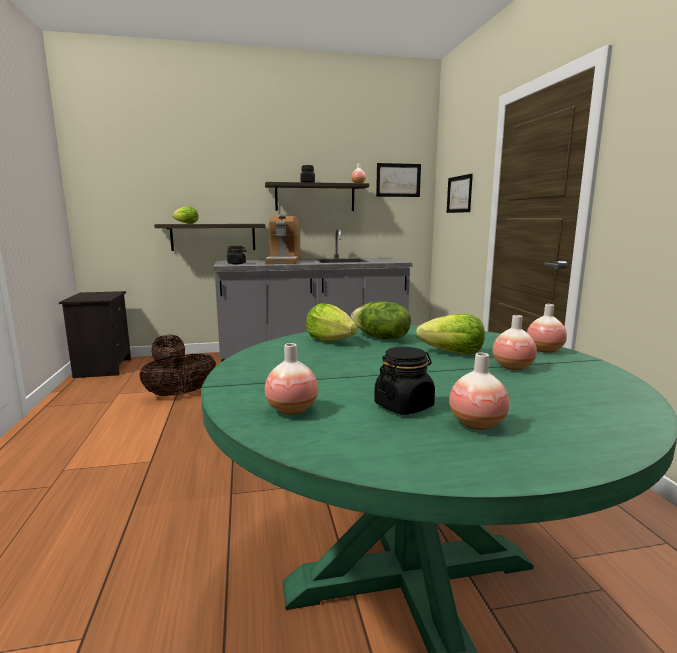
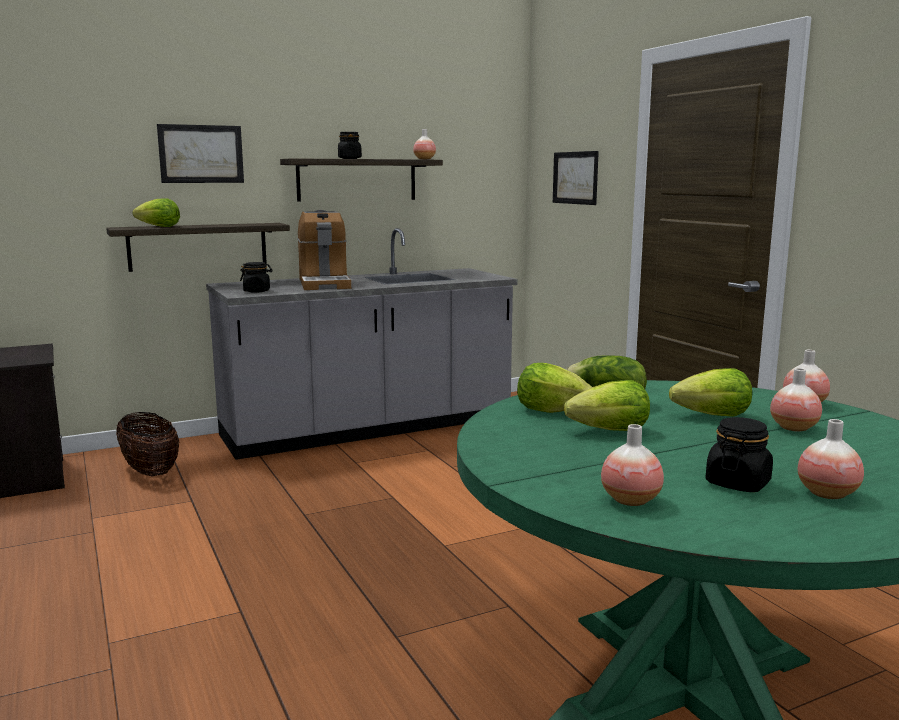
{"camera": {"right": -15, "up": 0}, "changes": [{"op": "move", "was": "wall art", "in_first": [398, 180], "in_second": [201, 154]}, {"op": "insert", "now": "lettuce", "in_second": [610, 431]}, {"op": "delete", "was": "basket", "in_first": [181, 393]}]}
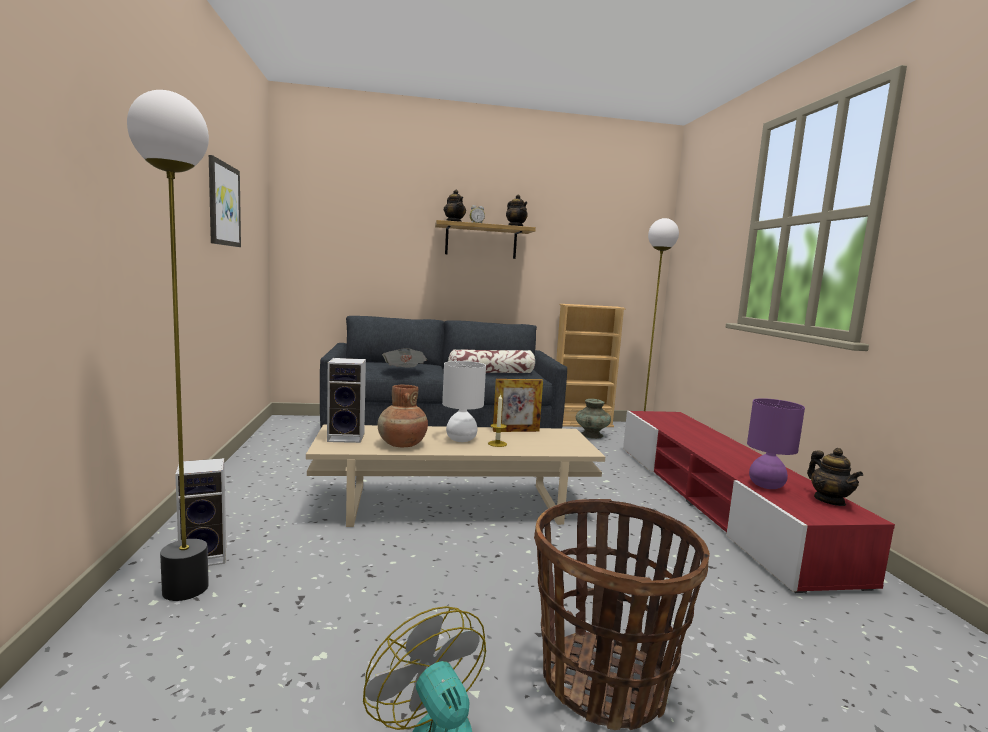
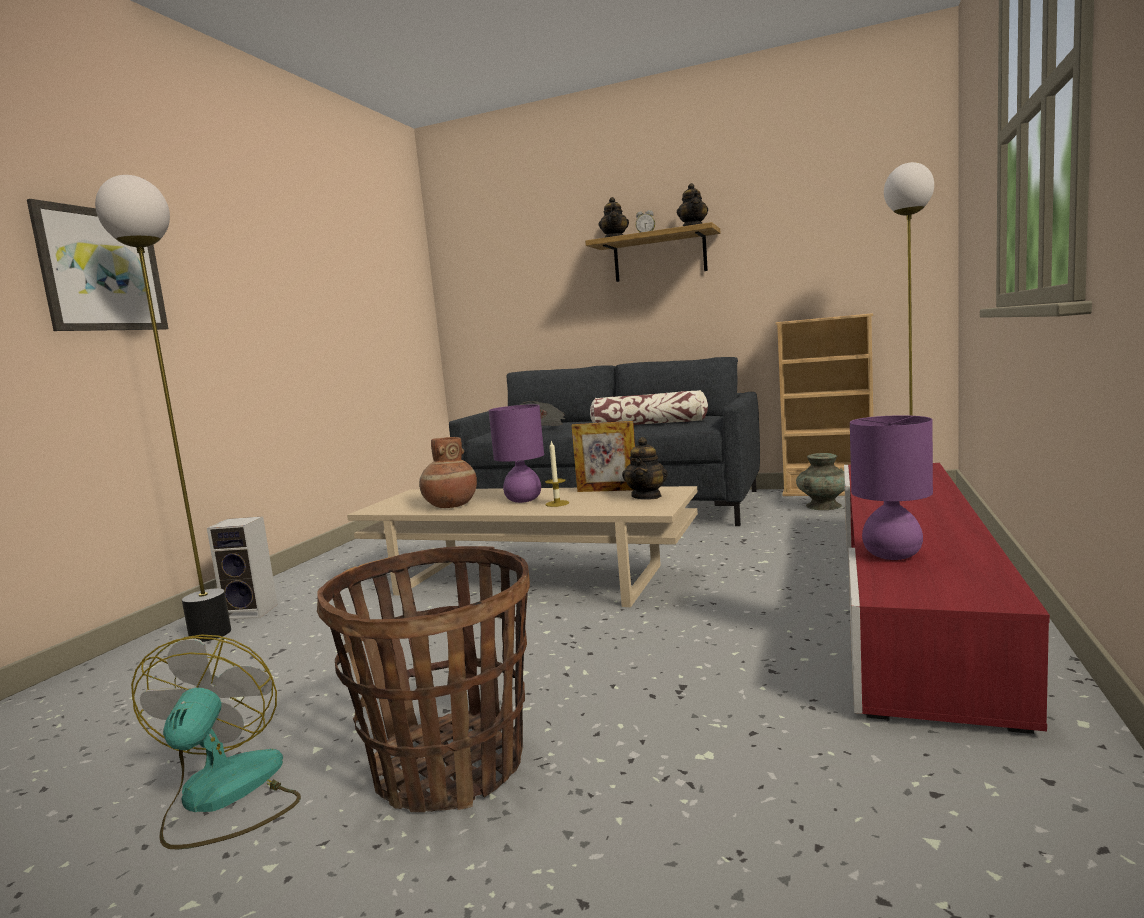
{"camera": {"right": 30, "up": 0}, "changes": [{"op": "move", "was": "wall art", "in_first": [223, 204], "in_second": [101, 270]}, {"op": "recolor", "was": "white table lamp", "now": "purple table lamp", "in_first": [460, 439], "in_second": [523, 500]}, {"op": "move", "was": "tea pot", "in_first": [829, 500], "in_second": [647, 496]}, {"op": "delete", "was": "speaker", "in_first": [348, 437]}]}
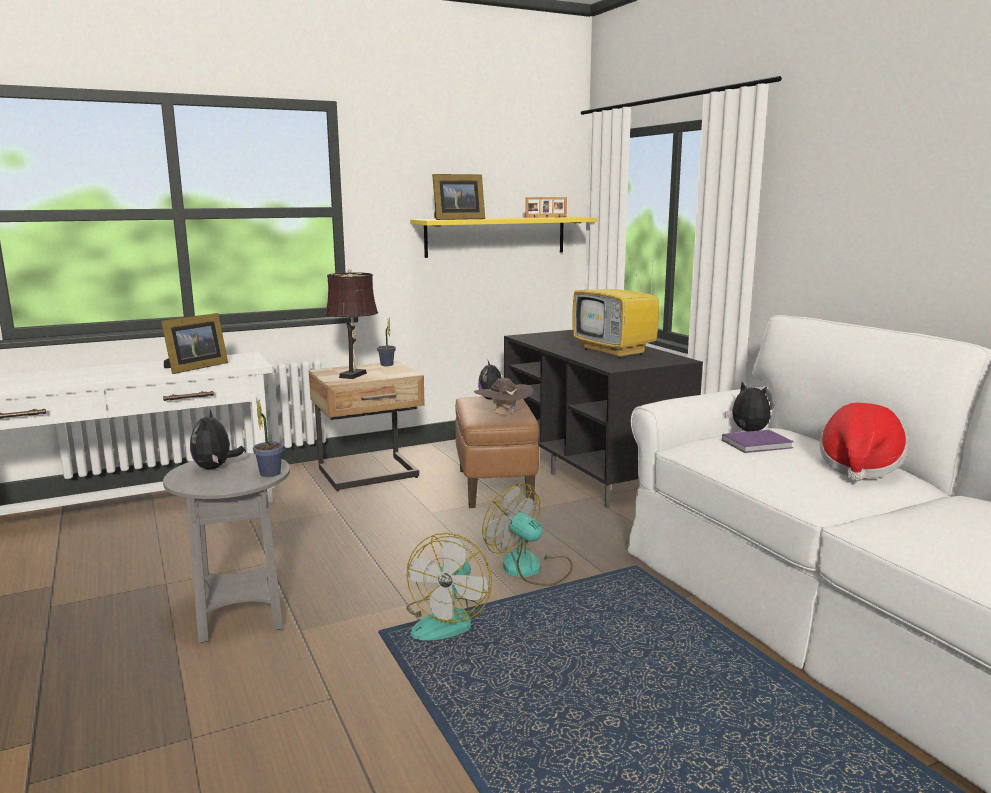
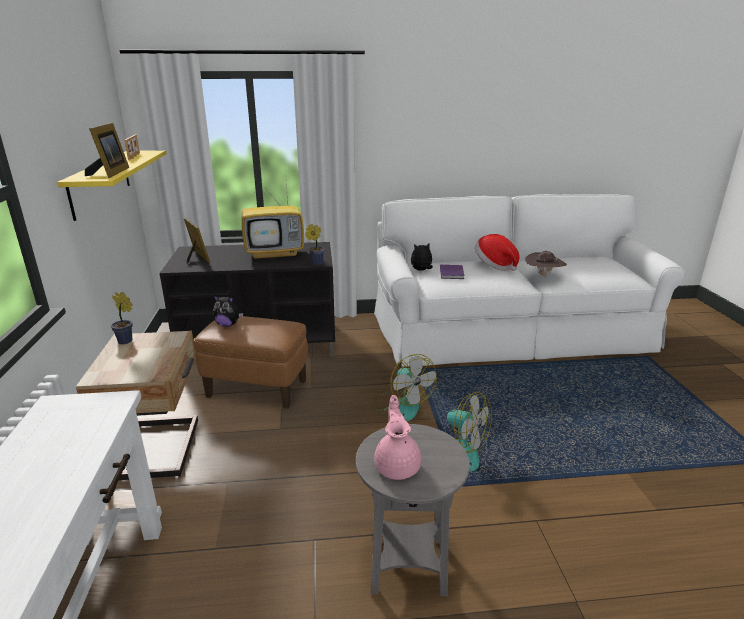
{"camera": {"right": -70, "up": 10}, "changes": [{"op": "move", "was": "standing frame", "in_first": [194, 367], "in_second": [196, 257]}, {"op": "move", "was": "potted plant", "in_first": [270, 473], "in_second": [316, 263]}, {"op": "rotate", "was": "cooling fan", "in_first": [530, 569], "in_second": [401, 405], "clockwise": -90}, {"op": "replace", "was": "cuddly toy", "now": "pink-coloured tea pot", "in_first": [215, 468], "in_second": [397, 465]}, {"op": "move", "was": "brownish wearable hat", "in_first": [503, 414], "in_second": [543, 277]}, {"op": "delete", "was": "brownish table lamp", "in_first": [354, 375]}]}
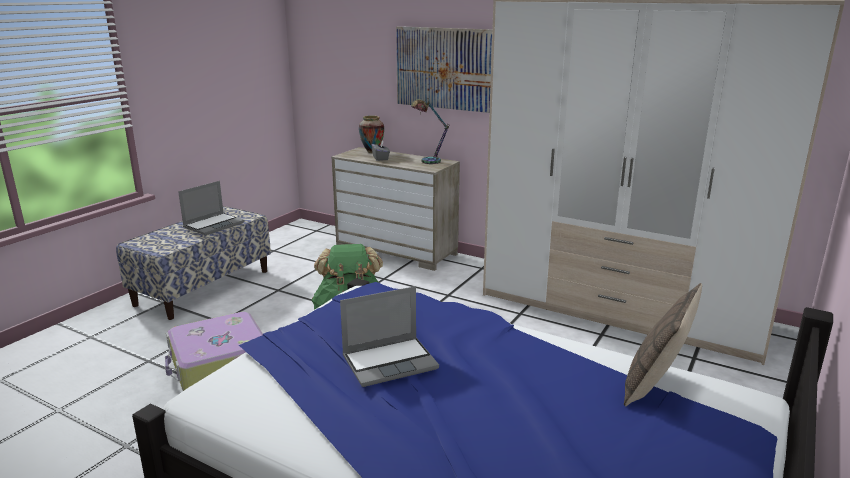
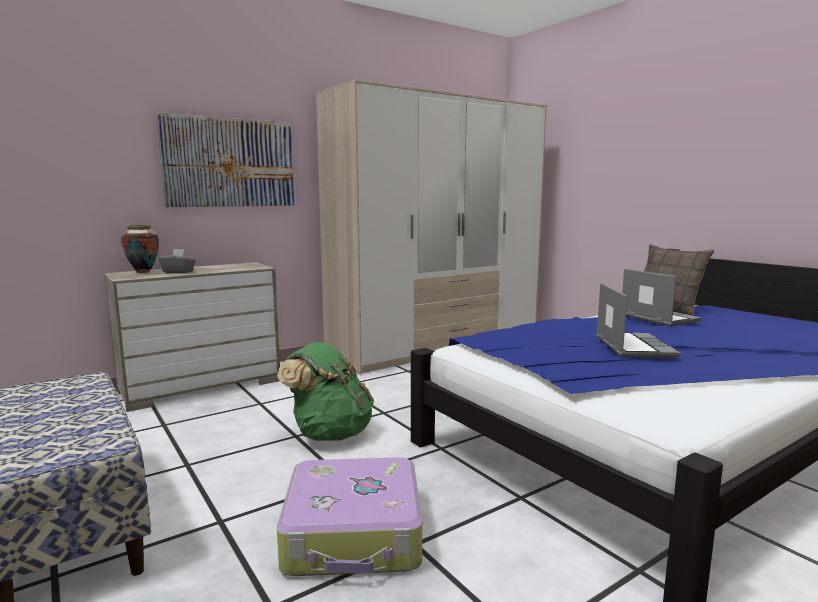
{"camera": {"right": -65, "up": -10}, "changes": [{"op": "move", "was": "notebook computer", "in_first": [214, 225], "in_second": [657, 318]}, {"op": "delete", "was": "table lamp", "in_first": [428, 160]}]}
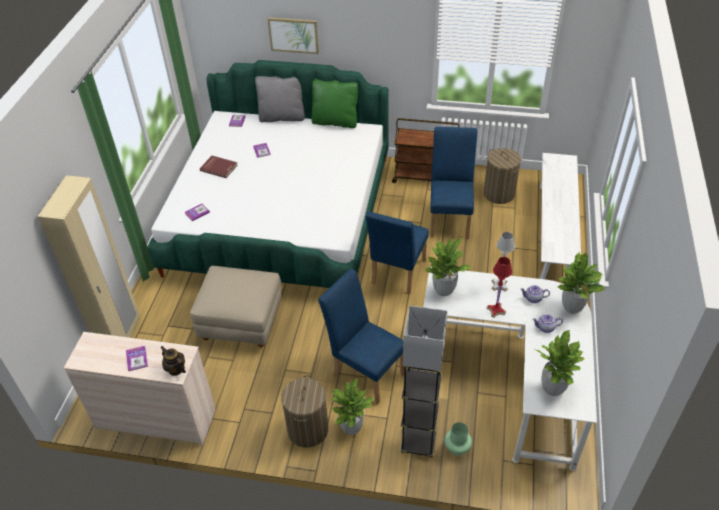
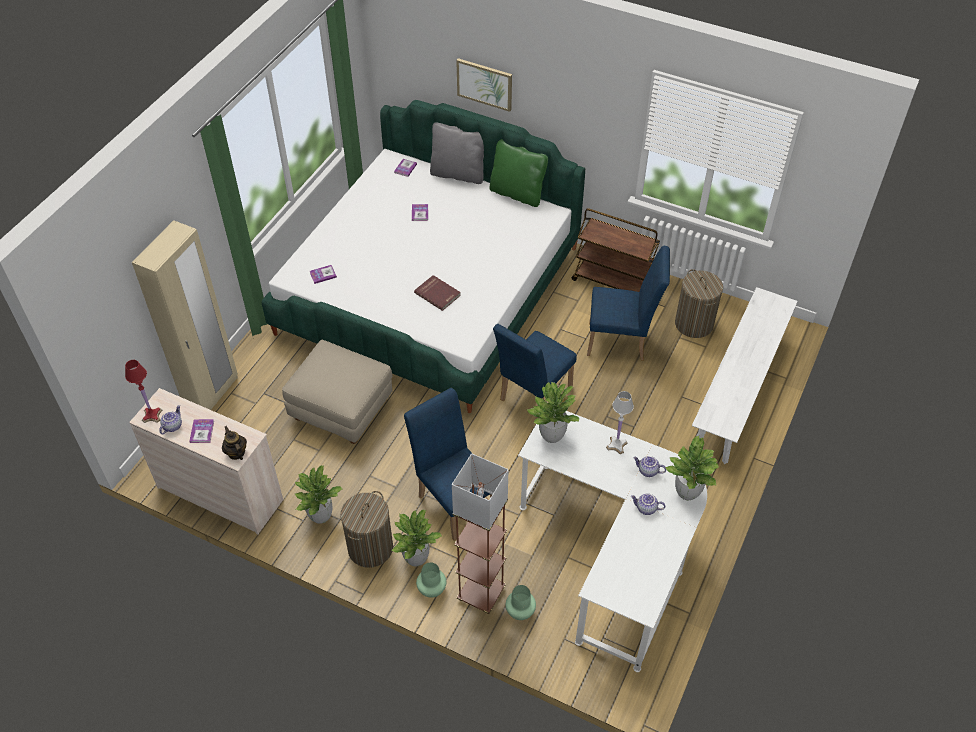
{"camera": {"right": 15, "up": 5}, "changes": [{"op": "move", "was": "red table lamp", "in_first": [496, 310], "in_second": [152, 415]}, {"op": "insert", "now": "tea pot", "in_second": [172, 426]}, {"op": "move", "was": "potted plant", "in_first": [552, 388], "in_second": [321, 516]}, {"op": "move", "was": "red book", "in_first": [219, 167], "in_second": [438, 293]}, {"op": "insert", "now": "greenish decorative vase", "in_second": [431, 589]}, {"op": "recolor", "was": "gray standard lamp", "now": "brownish standard lamp", "in_first": [418, 442], "in_second": [481, 594]}, {"op": "rotate", "was": "bluish plain chair", "in_first": [450, 218], "in_second": [622, 342], "clockwise": 75}]}
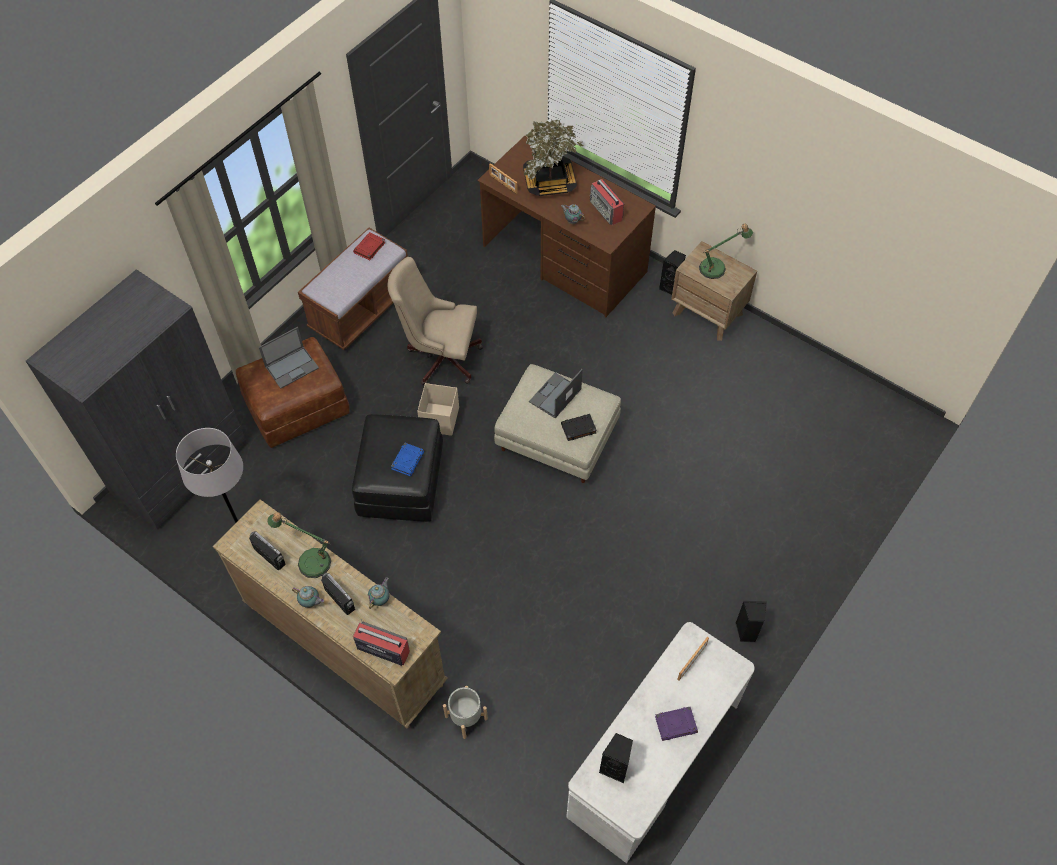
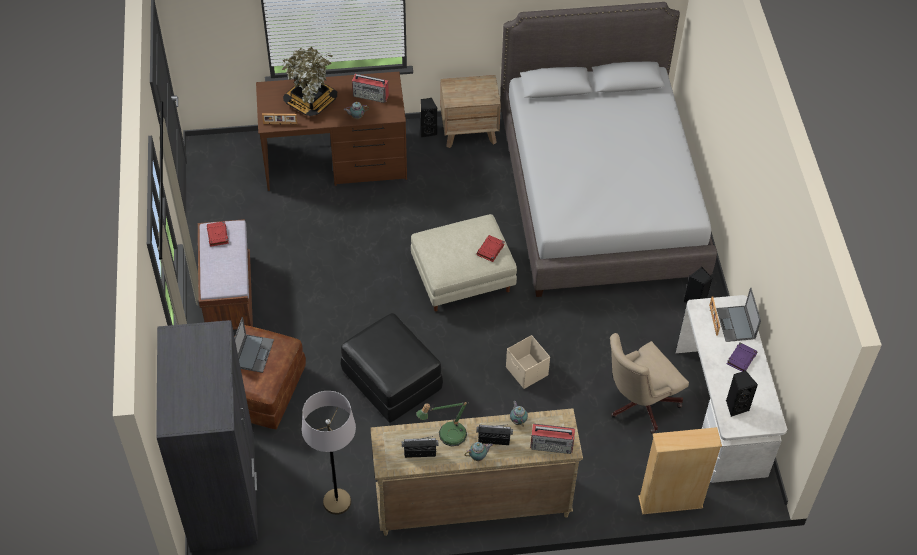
{"camera": {"right": -45, "up": -5}, "changes": [{"op": "recolor", "was": "blackish book", "now": "red book", "in_first": [578, 429], "in_second": [490, 250]}, {"op": "insert", "now": "gray bed", "in_second": [600, 196]}, {"op": "move", "was": "beige storage box", "in_first": [439, 420], "in_second": [527, 372]}, {"op": "rotate", "was": "radio set", "in_first": [382, 649], "in_second": [552, 445], "clockwise": -150}, {"op": "move", "was": "beige computer chair", "in_first": [440, 357], "in_second": [638, 404]}, {"op": "insert", "now": "beige shelving unit", "in_second": [670, 502]}, {"op": "move", "was": "notebook computer", "in_first": [555, 396], "in_second": [736, 324]}, {"op": "delete", "was": "bluish book", "in_first": [408, 460]}, {"op": "delete", "was": "gray planter", "in_first": [466, 717]}, {"op": "delete", "was": "table lamp", "in_first": [717, 268]}]}
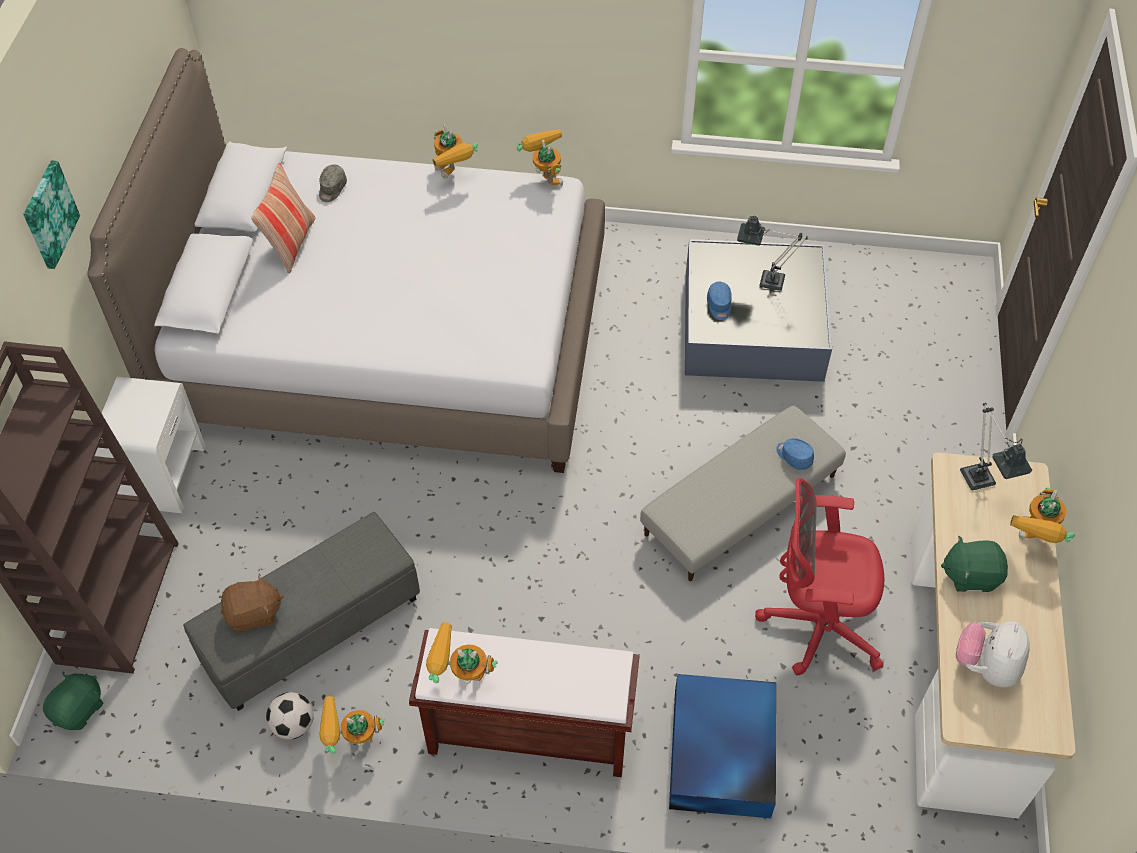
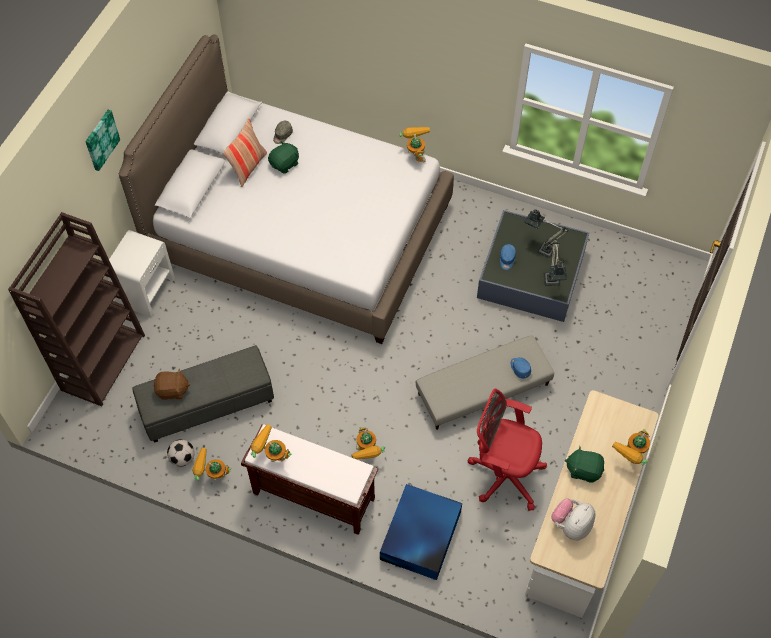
{"camera": {"right": 15, "up": 5}, "changes": [{"op": "move", "was": "greenish cuddly toy", "in_first": [79, 709], "in_second": [285, 164]}, {"op": "move", "was": "robot figure", "in_first": [453, 174], "in_second": [367, 455]}, {"op": "move", "was": "table lamp", "in_first": [981, 484], "in_second": [551, 283]}]}
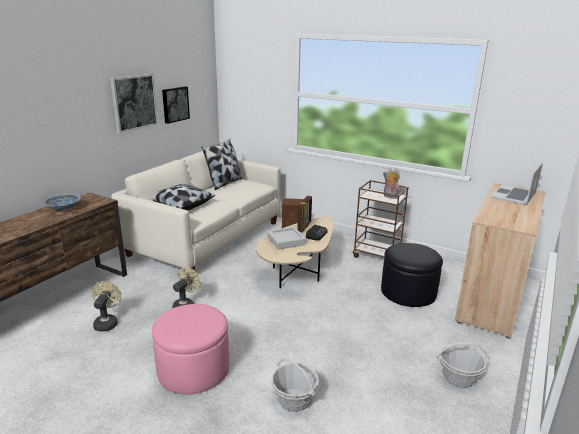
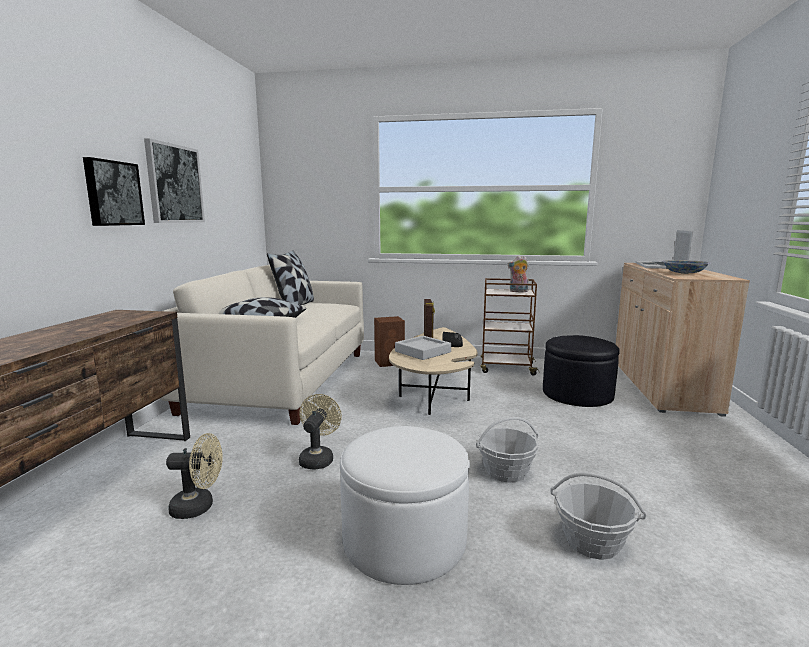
{"camera": {"right": -20, "up": -10}, "changes": [{"op": "move", "was": "wall art", "in_first": [175, 104], "in_second": [112, 193]}, {"op": "rotate", "was": "beige cooling fan", "in_first": [107, 322], "in_second": [199, 507], "clockwise": 105}, {"op": "recolor", "was": "pink-coloured ottoman", "now": "white ottoman", "in_first": [193, 369], "in_second": [404, 539]}, {"op": "move", "was": "basket", "in_first": [458, 377], "in_second": [506, 471]}, {"op": "move", "was": "serving bowl", "in_first": [63, 208], "in_second": [684, 273]}]}
